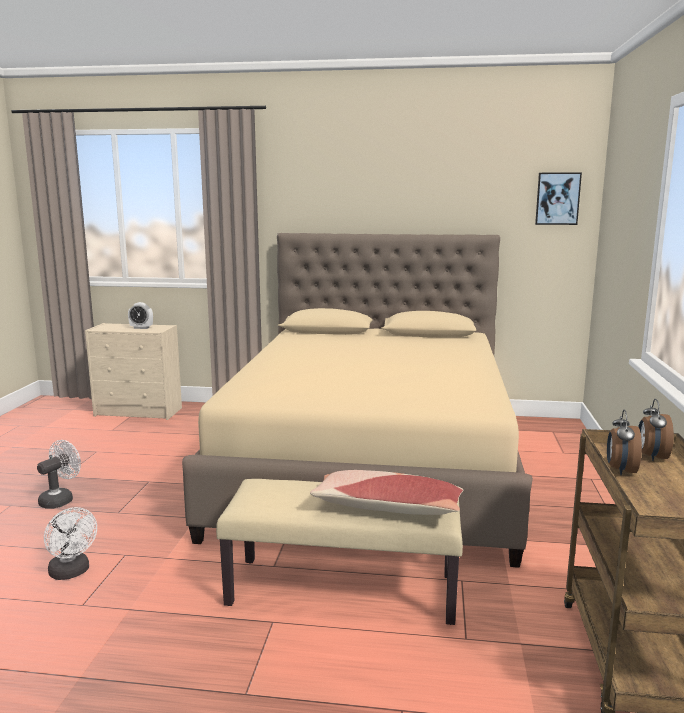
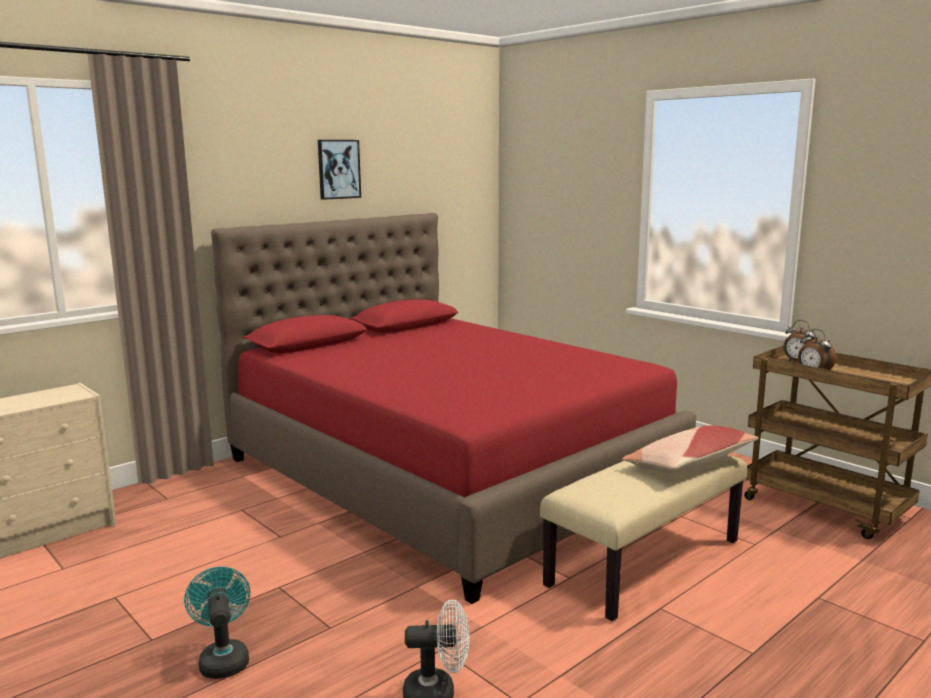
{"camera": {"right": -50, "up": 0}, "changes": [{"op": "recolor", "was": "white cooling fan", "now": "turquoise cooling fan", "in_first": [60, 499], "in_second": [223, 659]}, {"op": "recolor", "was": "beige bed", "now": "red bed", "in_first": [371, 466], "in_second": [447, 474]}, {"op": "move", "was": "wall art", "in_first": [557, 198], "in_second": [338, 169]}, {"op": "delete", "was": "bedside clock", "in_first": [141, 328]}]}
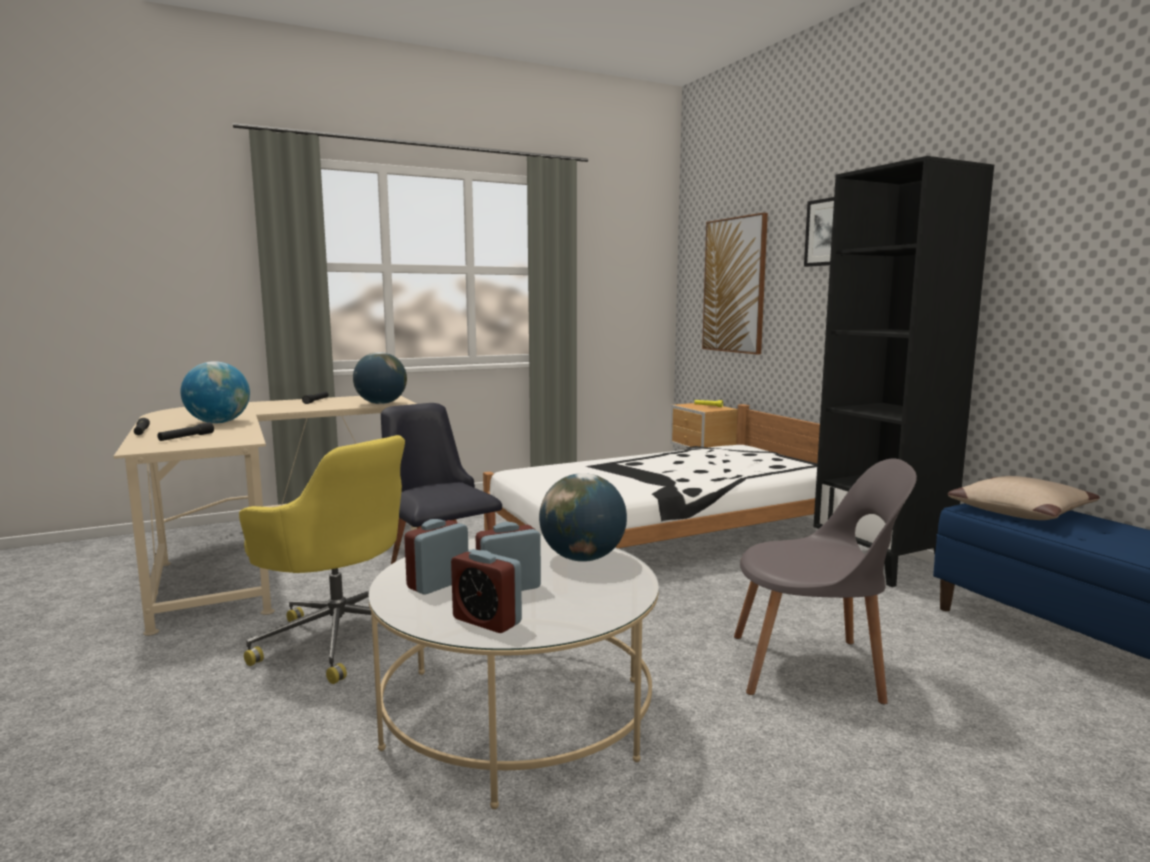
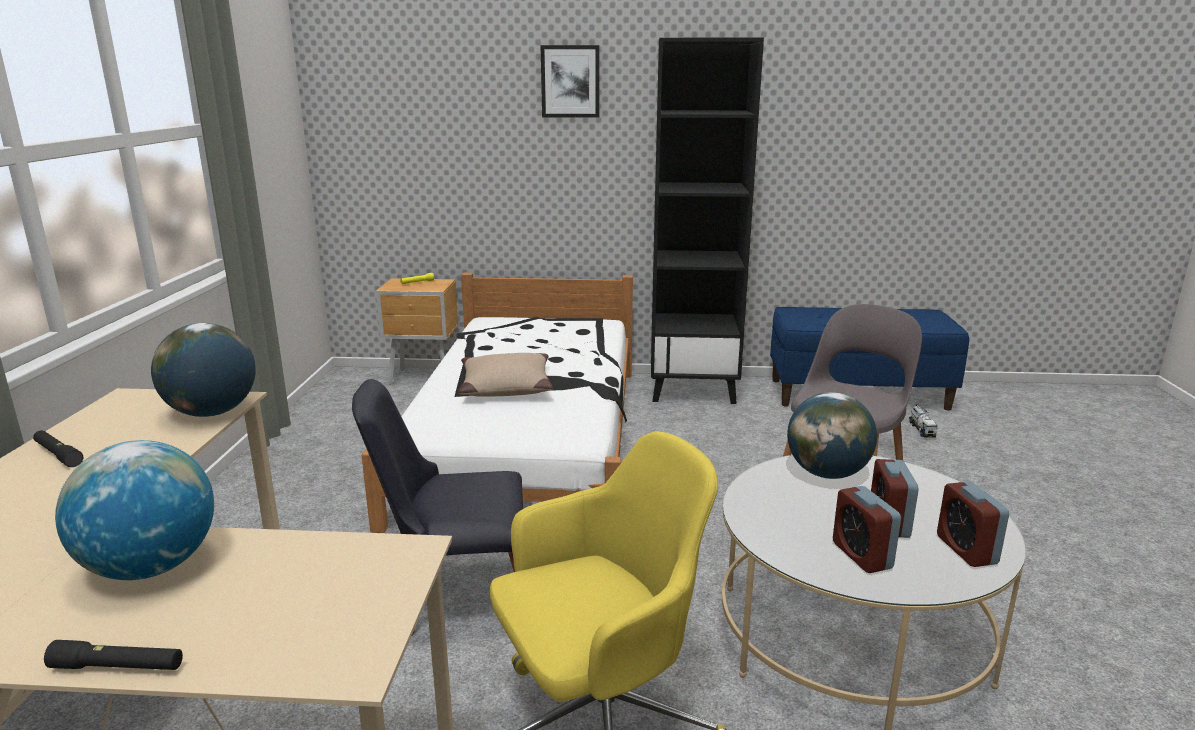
{"camera": {"right": -60, "up": 10}, "changes": [{"op": "move", "was": "beige throw pillow", "in_first": [1019, 511], "in_second": [505, 386]}, {"op": "insert", "now": "toy truck", "in_second": [921, 429]}, {"op": "rotate", "was": "bedside clock", "in_first": [487, 621], "in_second": [966, 550], "clockwise": 105}, {"op": "delete", "was": "blackish torch", "in_first": [186, 437]}, {"op": "delete", "was": "wall art", "in_first": [734, 285]}]}
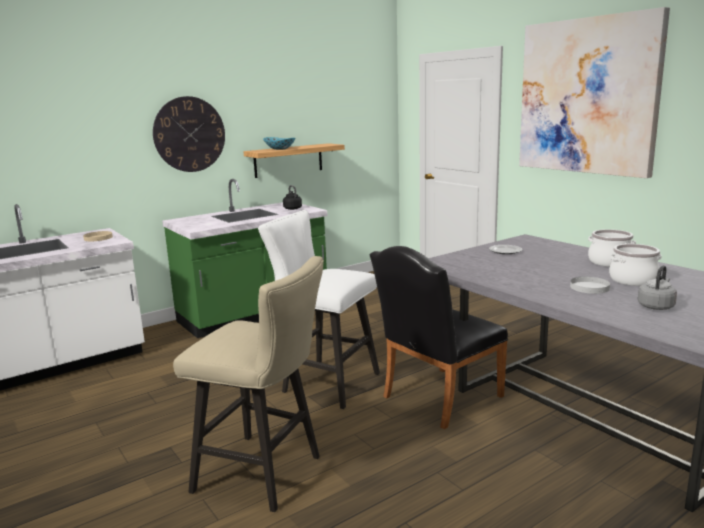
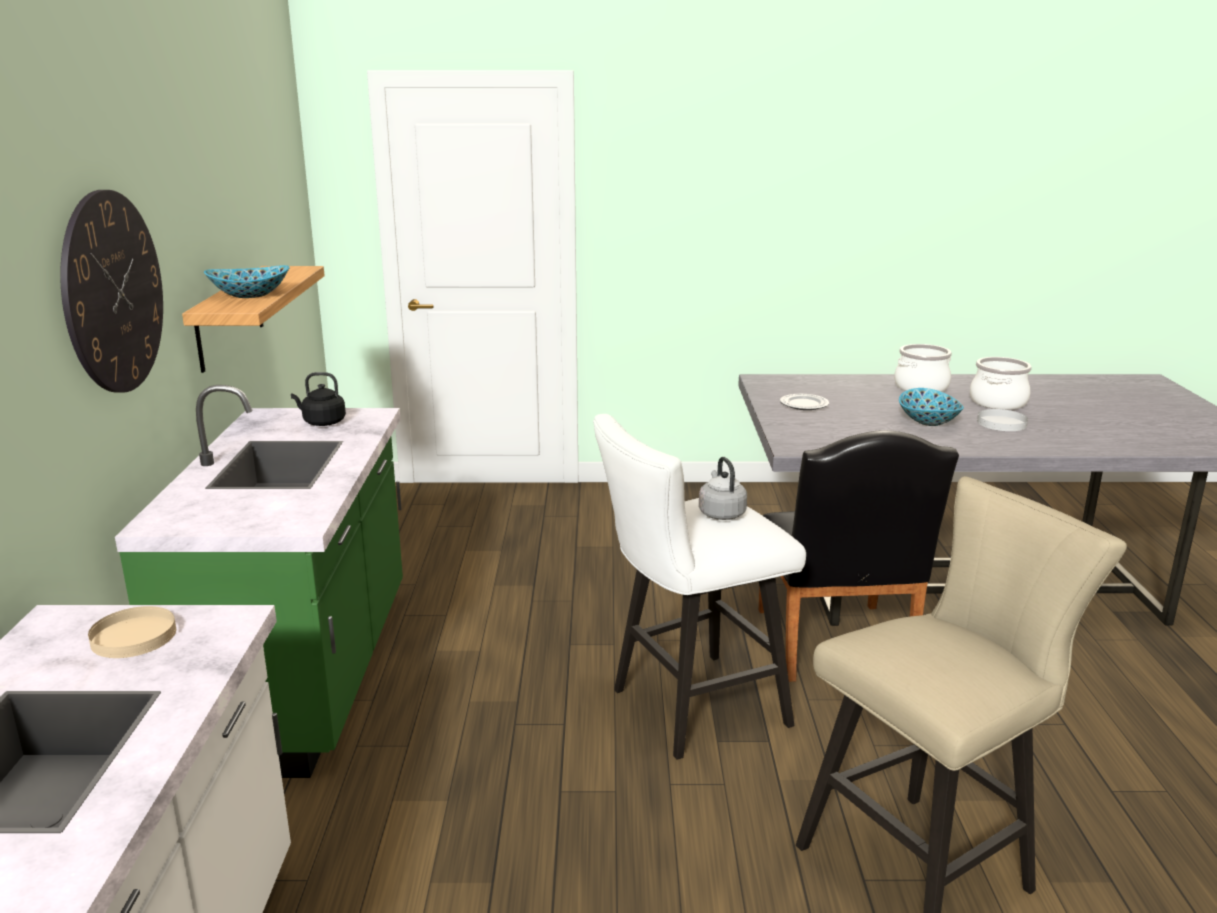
{"camera": {"right": -55, "up": 5}, "changes": [{"op": "move", "was": "gray kettle", "in_first": [656, 306], "in_second": [721, 513]}, {"op": "insert", "now": "serving bowl", "in_second": [929, 421]}, {"op": "delete", "was": "wall art", "in_first": [587, 96]}]}
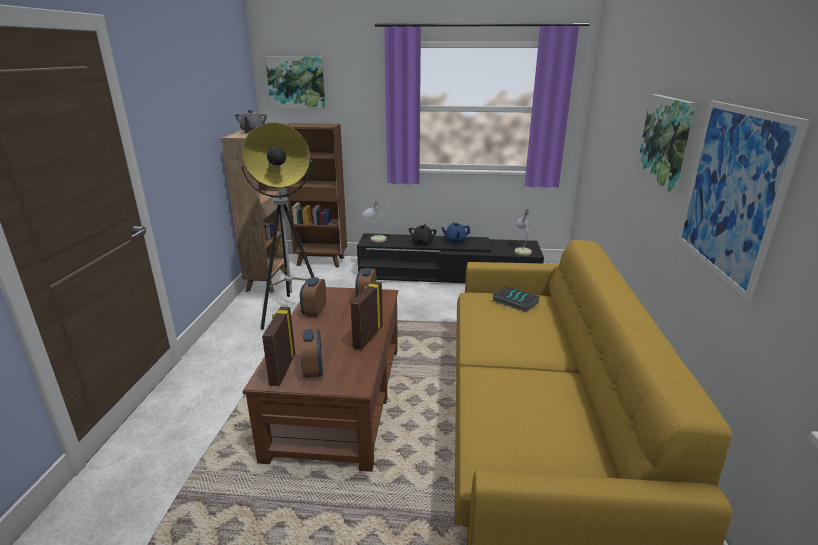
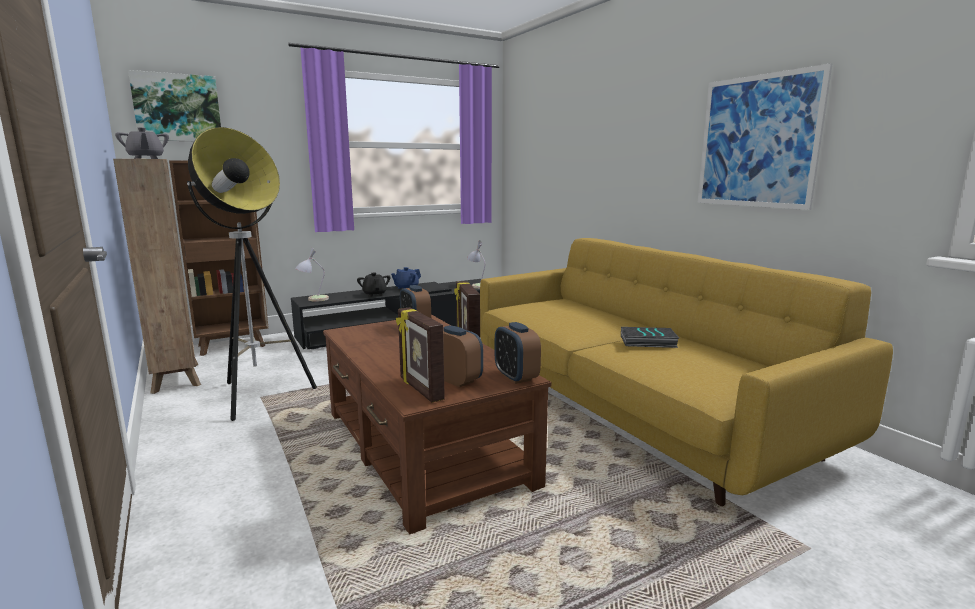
{"camera": {"right": -35, "up": -10}, "changes": [{"op": "move", "was": "bedside clock", "in_first": [314, 312], "in_second": [516, 377]}, {"op": "move", "was": "book", "in_first": [514, 302], "in_second": [647, 342]}, {"op": "delete", "was": "wall art", "in_first": [666, 140]}]}
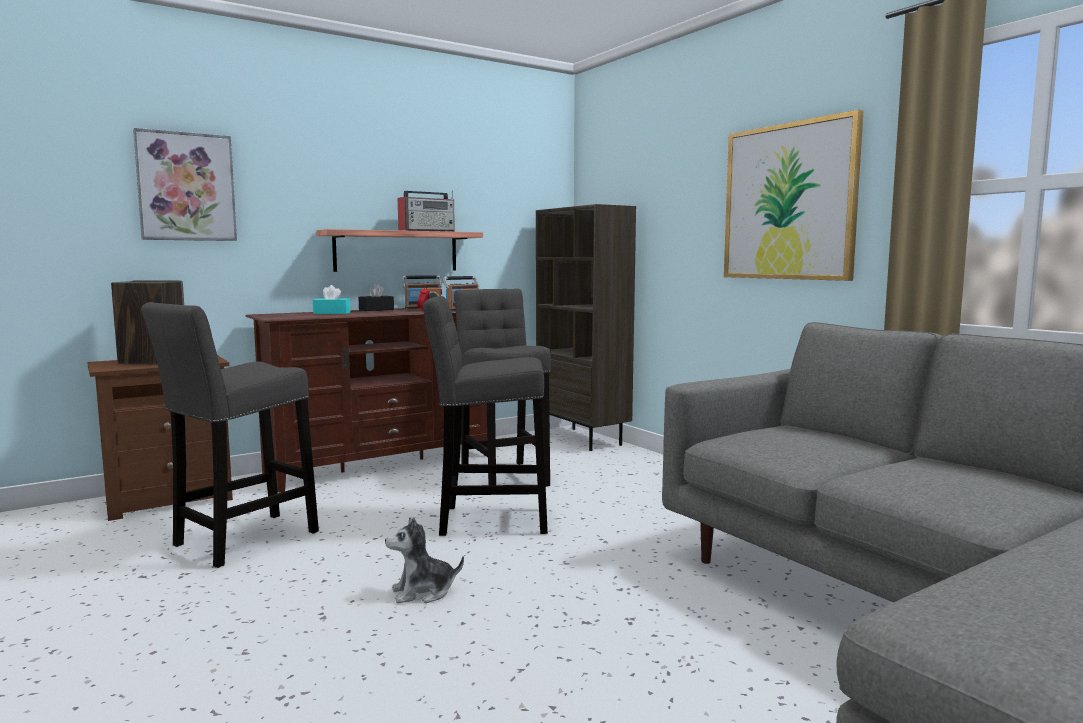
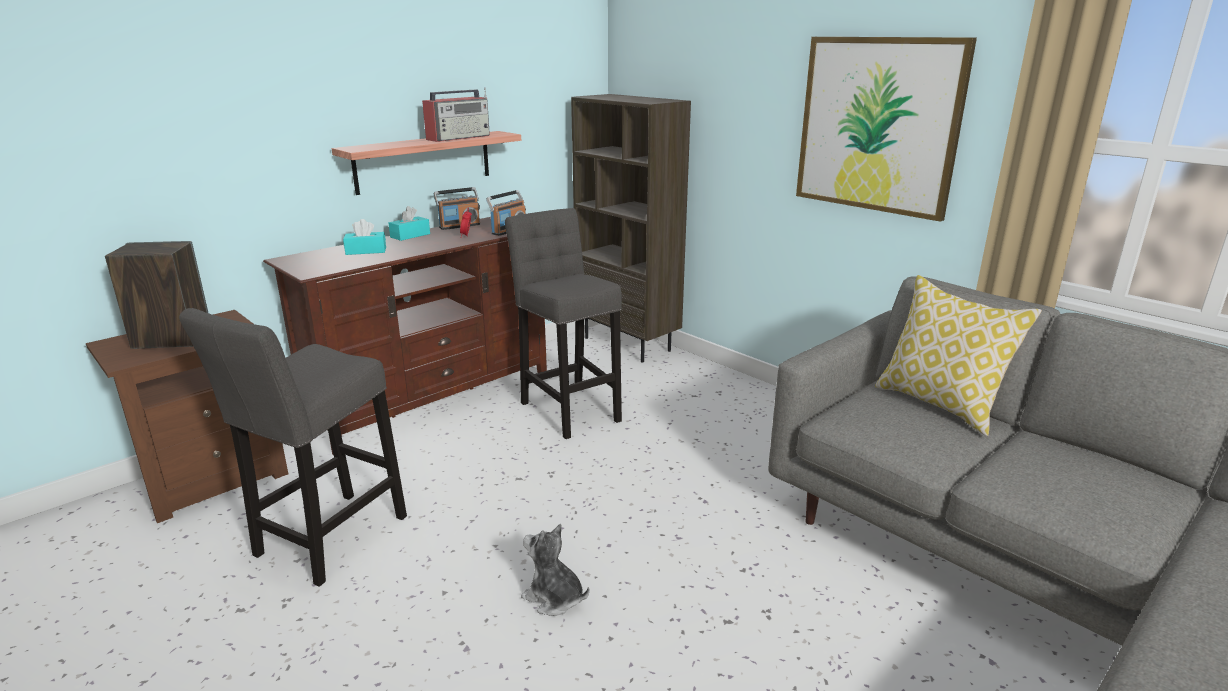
{"camera": {"right": -10, "up": 15}, "changes": [{"op": "recolor", "was": "blackish box of tissues", "now": "turquoise box of tissues", "in_first": [376, 310], "in_second": [410, 235]}, {"op": "rotate", "was": "cuddly toy", "in_first": [423, 592], "in_second": [554, 598], "clockwise": 60}, {"op": "insert", "now": "throw pillow", "in_second": [940, 405]}, {"op": "delete", "was": "wall art", "in_first": [186, 187]}, {"op": "delete", "was": "gray sitting stool", "in_first": [487, 520]}]}
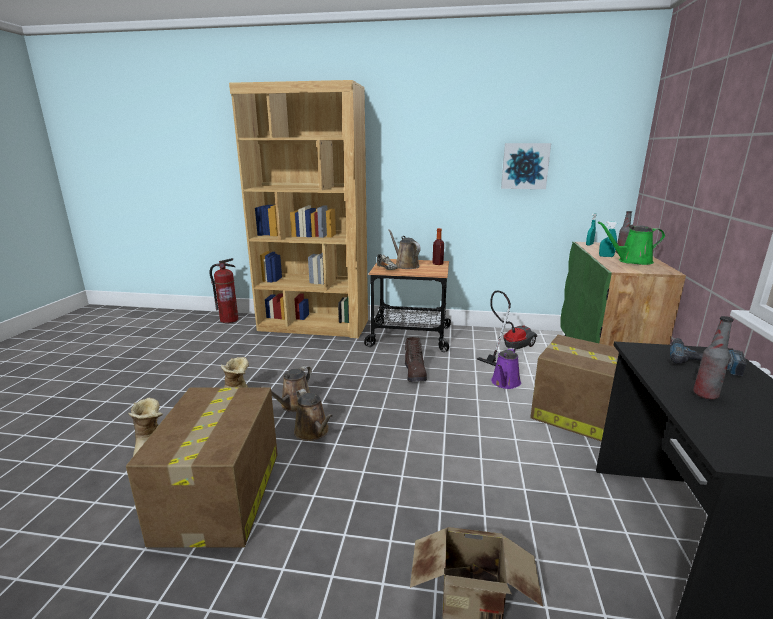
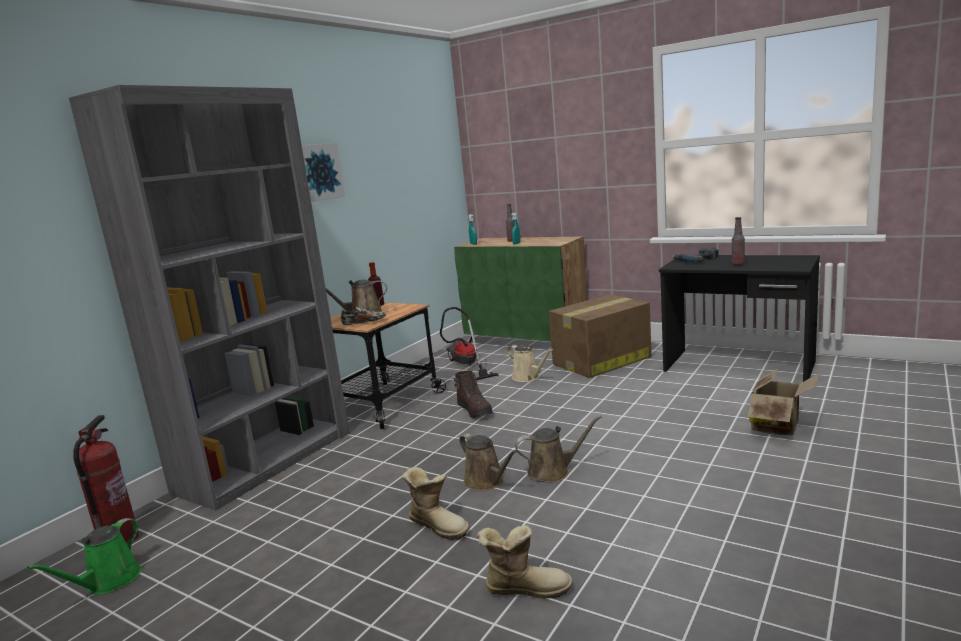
{"camera": {"right": -65, "up": -5}, "changes": [{"op": "move", "was": "greenish sprinkling can", "in_first": [631, 261], "in_second": [109, 582]}, {"op": "recolor", "was": "brownish shelving unit", "now": "gray shelving unit", "in_first": [314, 326], "in_second": [266, 461]}, {"op": "move", "was": "wall art", "in_first": [525, 166], "in_second": [317, 172]}, {"op": "rotate", "was": "brownish high-top boot", "in_first": [415, 374], "in_second": [475, 411], "clockwise": 45}, {"op": "recolor", "was": "purple sprinkling can", "now": "beige sprinkling can", "in_first": [505, 383], "in_second": [528, 377]}, {"op": "delete", "was": "cardboard box", "in_first": [219, 496]}]}
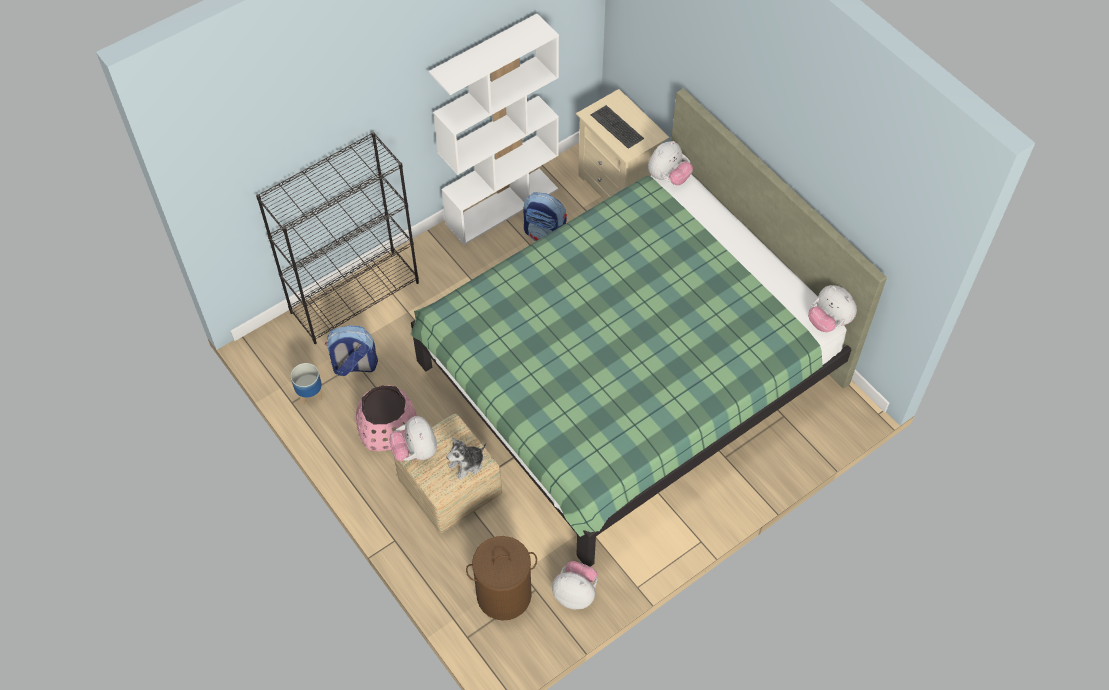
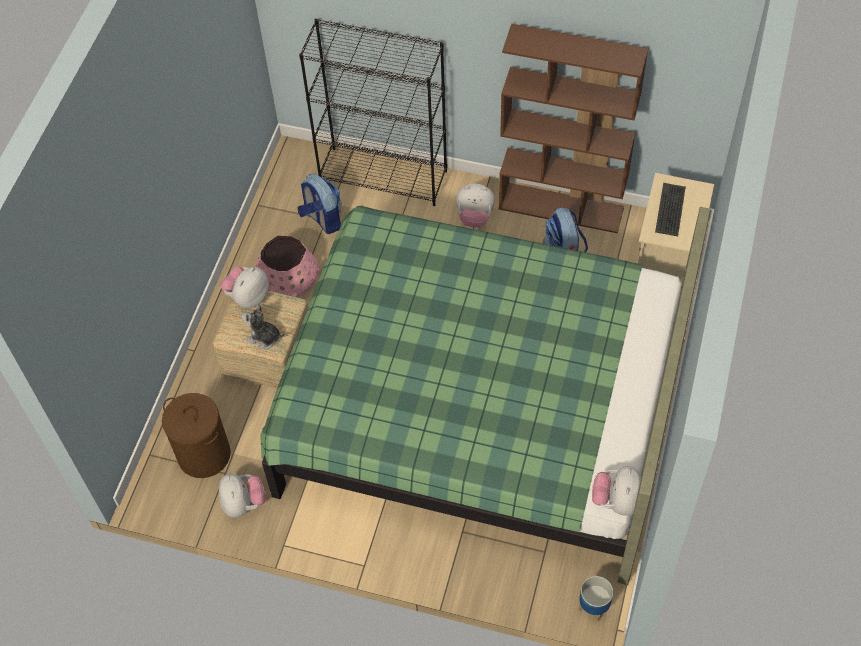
{"camera": {"right": 55, "up": 0}, "changes": [{"op": "move", "was": "cuddly toy", "in_first": [668, 177], "in_second": [475, 217]}, {"op": "recolor", "was": "white shelving unit", "now": "brownish shelving unit", "in_first": [502, 206], "in_second": [562, 207]}, {"op": "move", "was": "planter", "in_first": [310, 393], "in_second": [594, 606]}]}
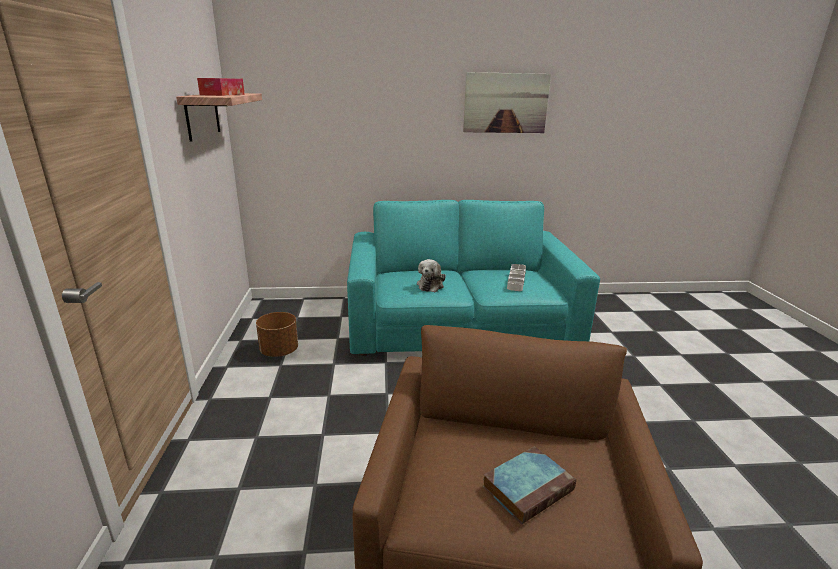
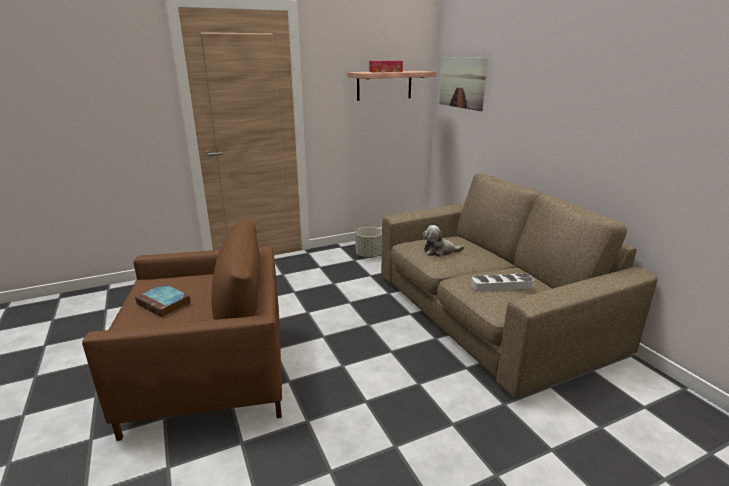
{"camera": {"right": 70, "up": 0}, "changes": [{"op": "recolor", "was": "brownish planter", "now": "gray planter", "in_first": [279, 351], "in_second": [369, 255]}, {"op": "recolor", "was": "turquoise settee", "now": "brownish settee", "in_first": [460, 323], "in_second": [488, 313]}, {"op": "move", "was": "wall art", "in_first": [506, 103], "in_second": [462, 82]}]}
